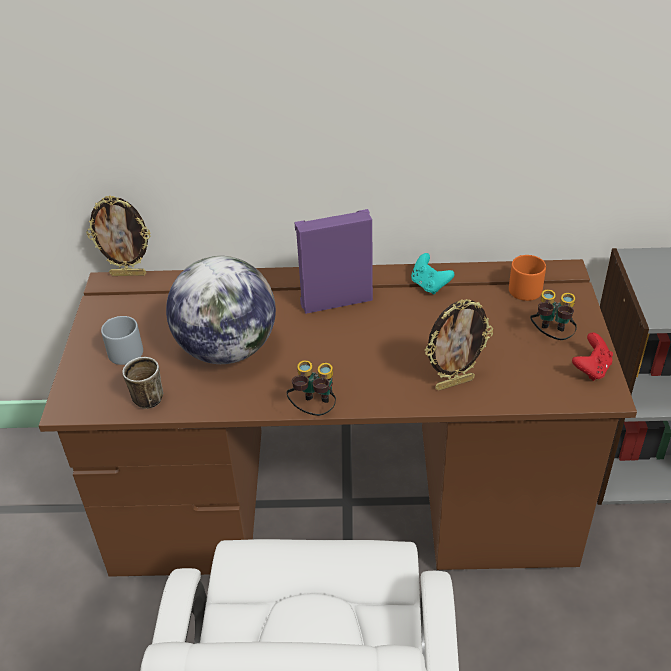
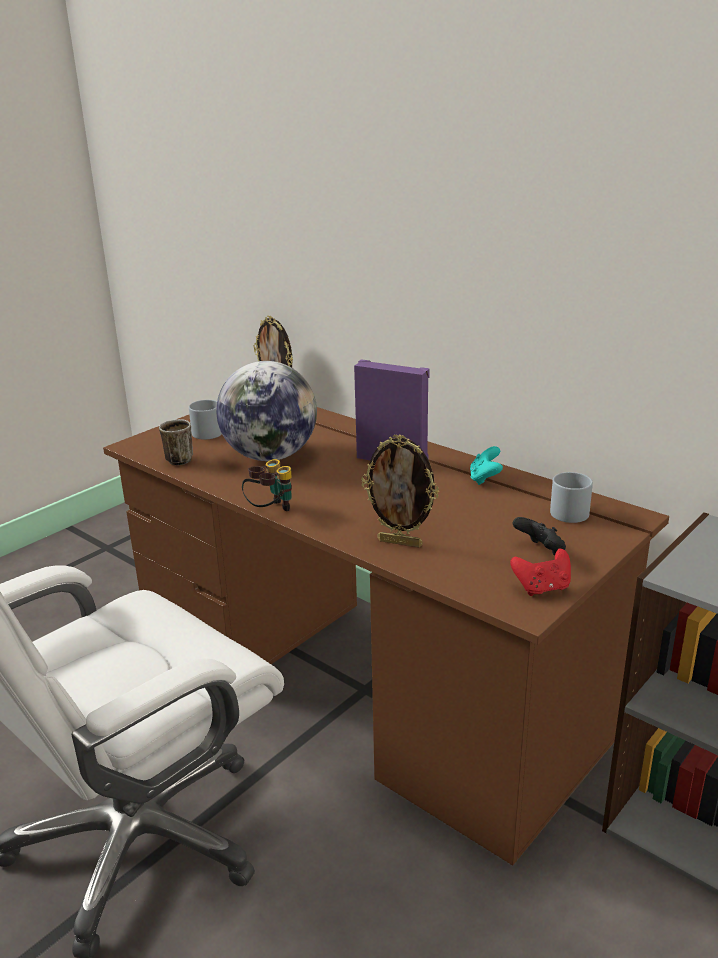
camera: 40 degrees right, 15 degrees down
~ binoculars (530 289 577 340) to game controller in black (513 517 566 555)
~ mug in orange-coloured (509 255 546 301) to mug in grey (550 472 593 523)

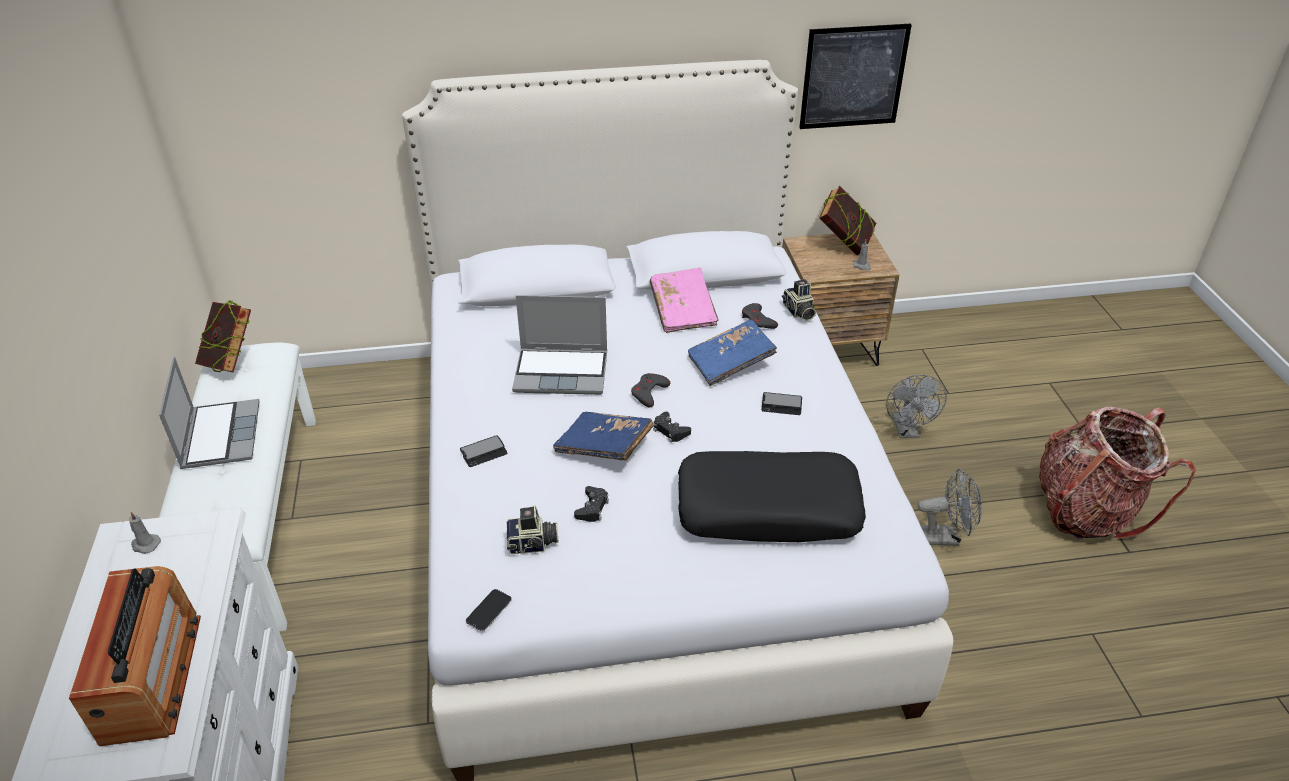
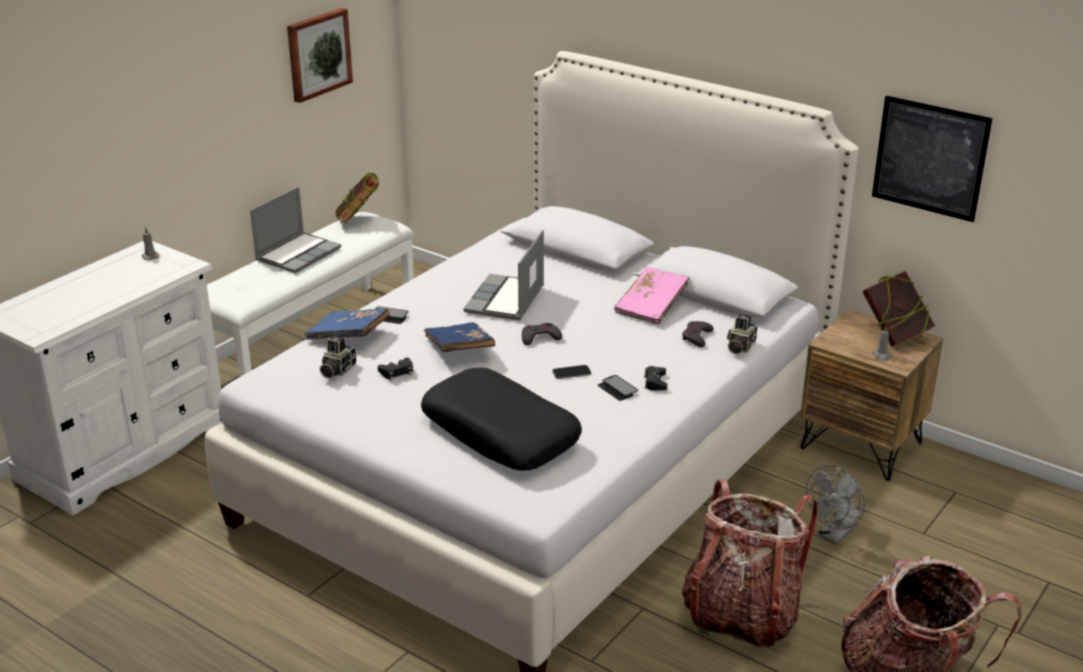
camera: 45 degrees right, 10 degrees down
- radio (69 566 201 746)
+ wall art (287 8 353 103)
~ telephone (466 589 512 631) to (552 365 591 379)
~ game controller in black (653 412 691 443) to (644 366 667 390)
~ book in blue (688 320 777 386) to (305 308 390 339)
~ cooling fan in grey (918 469 982 546) to knapsack (682 479 818 648)
~ photo camera (507 505 558 554) = (320 335 356 378) 75 degrees clockwise
~ portable computer (512 295 607 395) = (463 230 544 321) 60 degrees clockwise

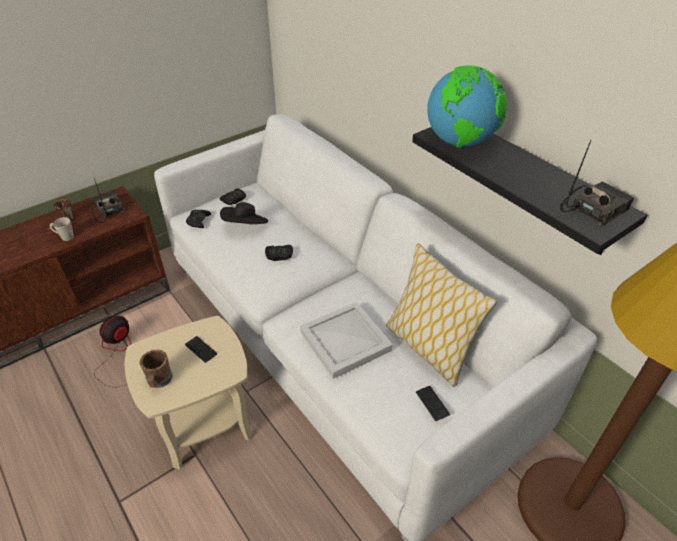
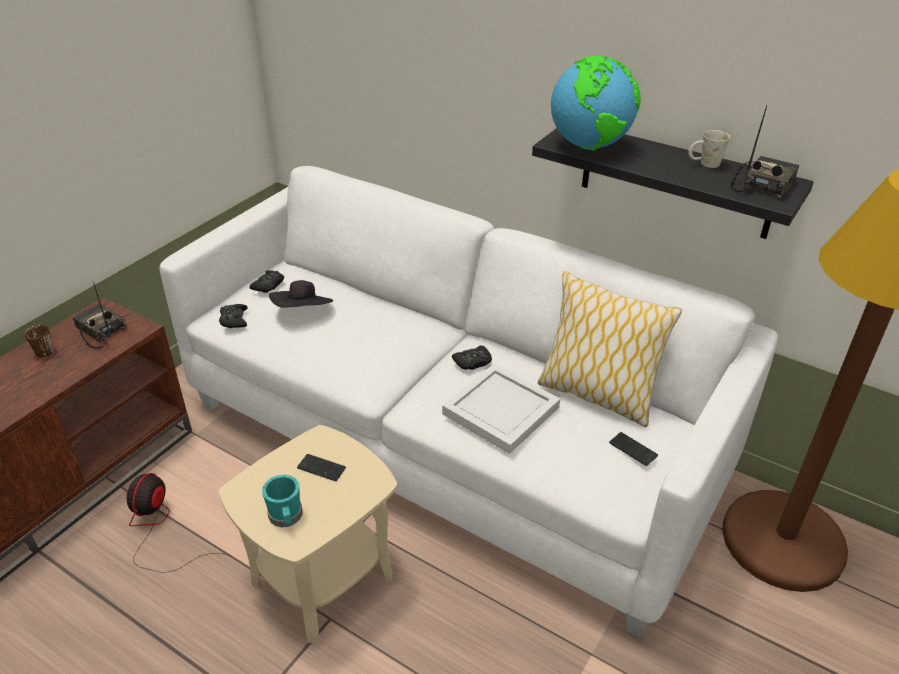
camera: 20 degrees left, 5 degrees down
~ mug in whitish (50 217 74 241) to (688 130 730 168)
~ game controller in black (265 245 293 261) to (452 346 492 370)
~ mug in brown-coloured (140 349 172 388) to mug in turquoise-coloured (262 475 302 527)

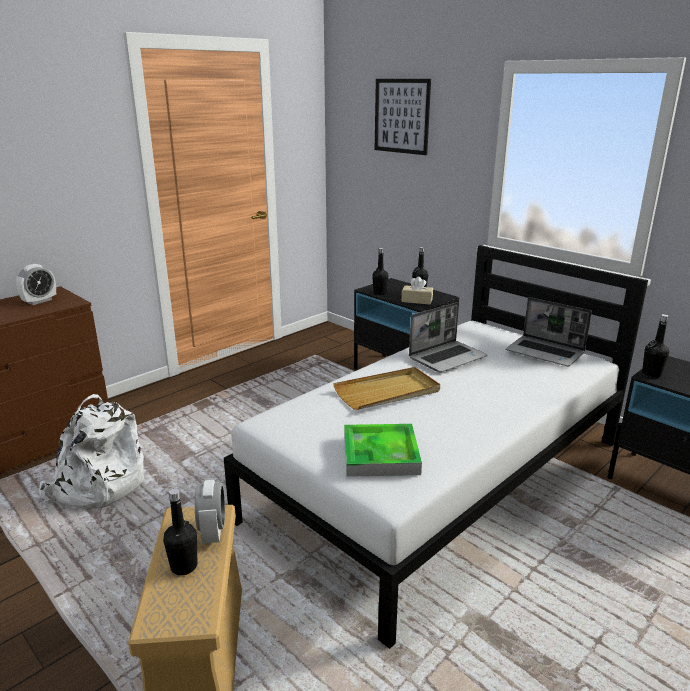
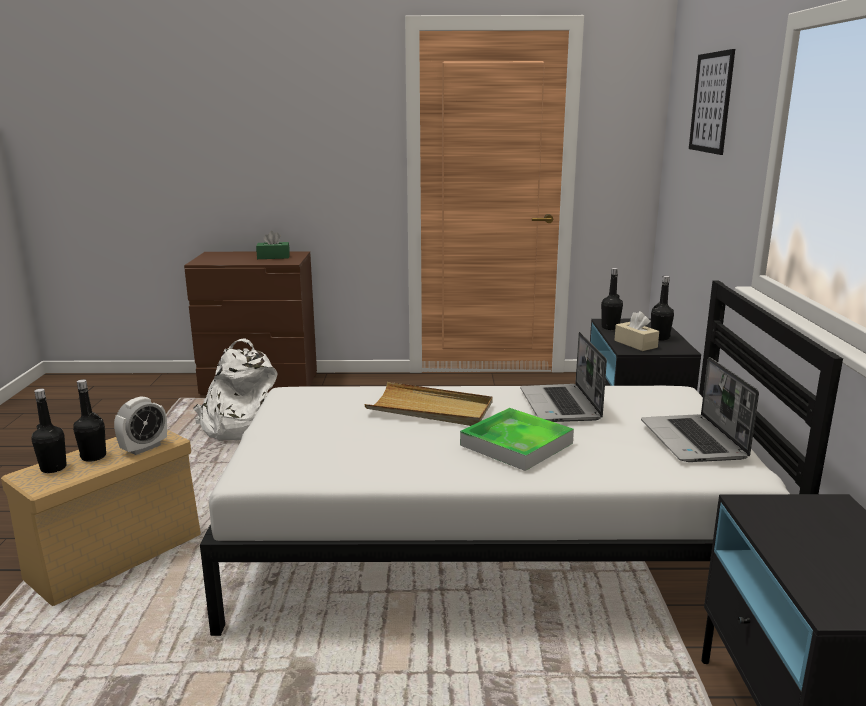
camera: 45 degrees right, 5 degrees down
~ carrying tray (344 424 422 477) to (460 408 574 471)
~ beverage bottle in black (642 314 669 378) to (32 389 67 473)
~ alarm clock (16 264 56 305) to tissue box in green-coloured (256 231 290 259)
~ portable computer (409 302 487 372) = (520 332 607 422) 75 degrees clockwise

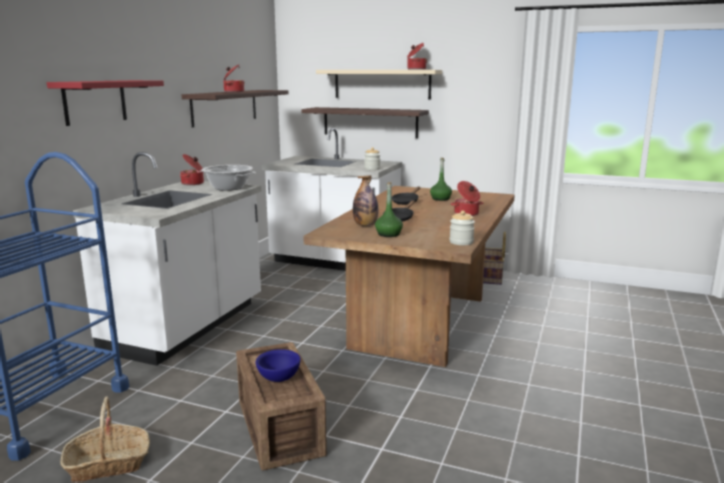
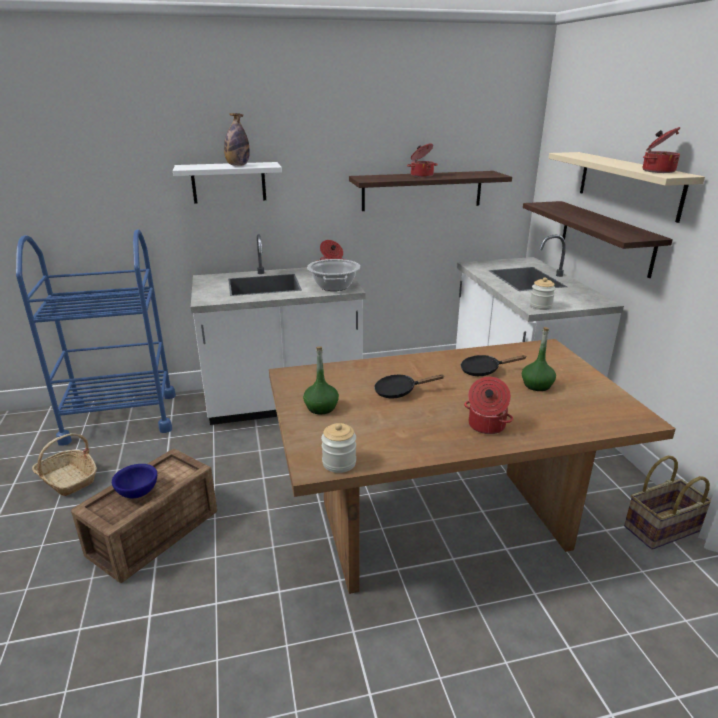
camera: 55 degrees right, 10 degrees up
~ beverage bottle (353 175 378 226) to (224 113 250 166)
~ wall shelf in reddish (47 80 164 126) to wall shelf in whitish (173 162 282 204)

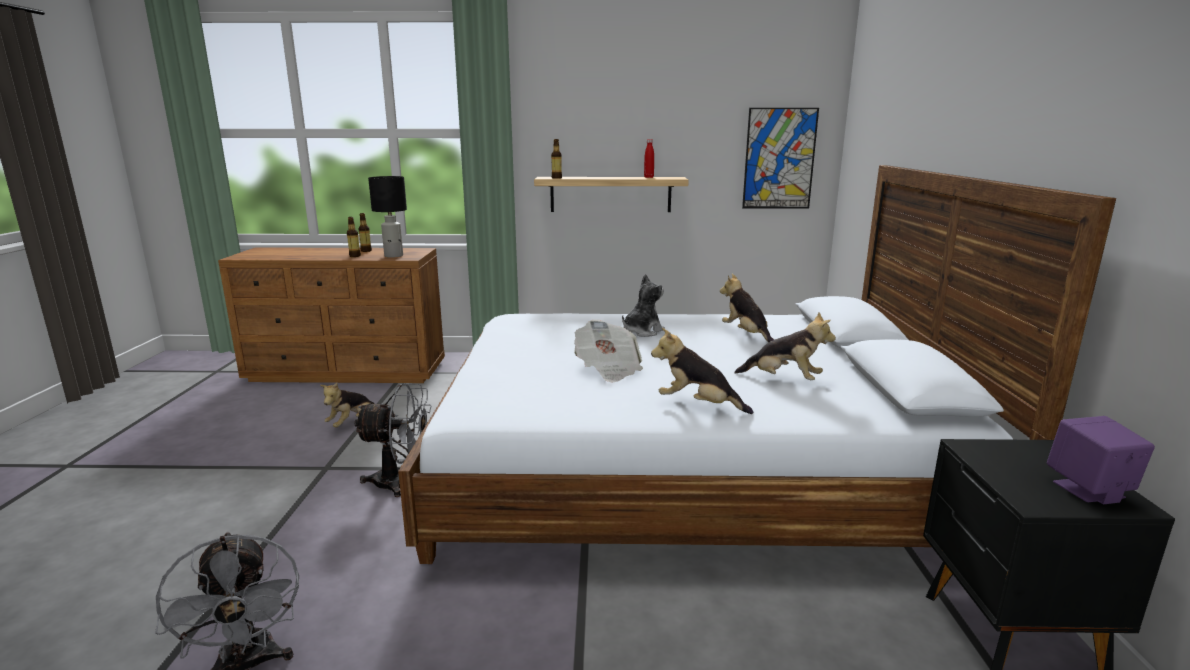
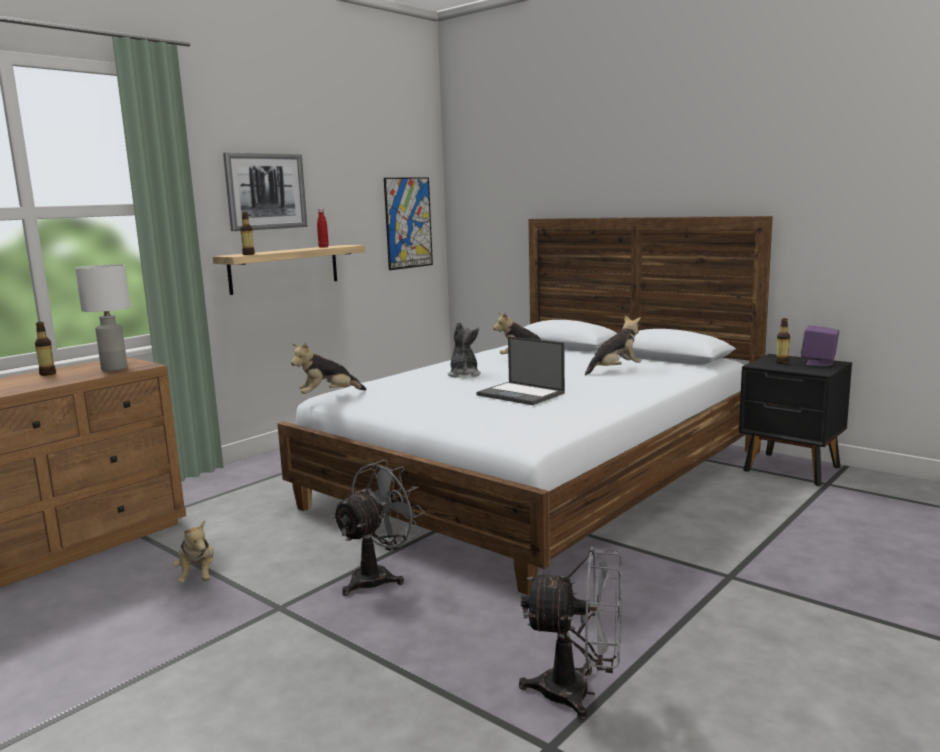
camera: 50 degrees left, 5 degrees down
+ wall art (223 153 307 231)
~ beverage bottle (347 217 361 257) to (775 318 790 364)
~ cuddly toy (651 328 753 414) to (291 343 367 394)
~ daily paper (574 320 643 383) to portable computer (477 336 565 405)
~ tabletop lamp in black (368 176 407 258) to tabletop lamp in whitish (75 264 130 371)

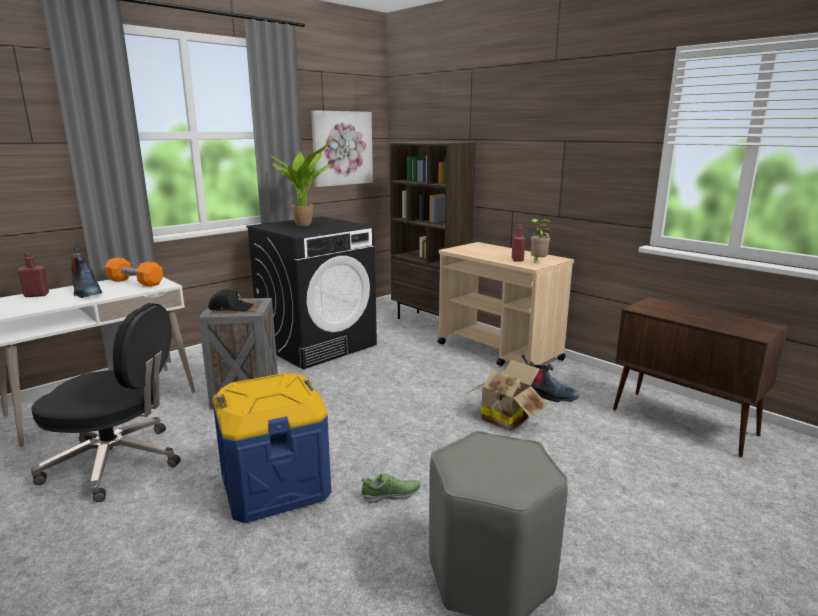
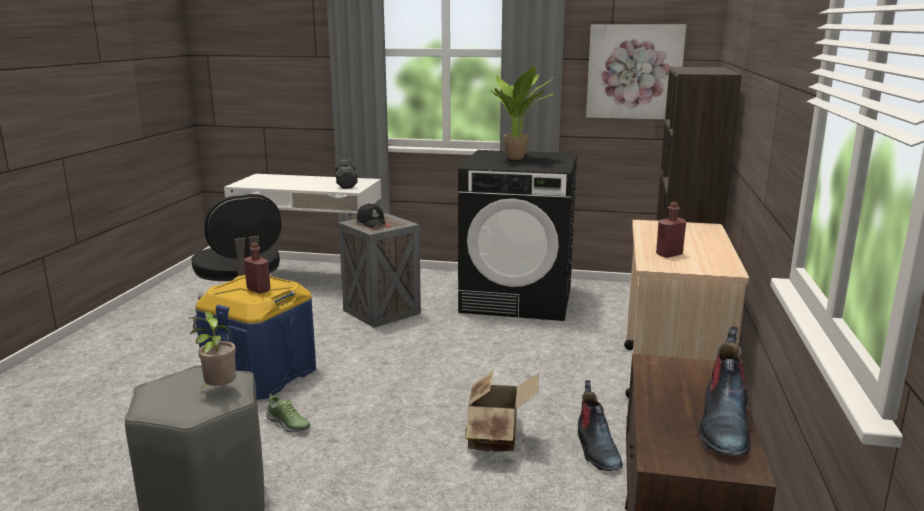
camera: 55 degrees right, 0 degrees up
~ beverage bottle in reddish (17 253 49 297) to (244 242 271 294)
~ high-top boot (71 245 102 298) to (698 327 750 456)
~ potted plant (531 219 551 264) to (190 311 236 388)
~ hand weight in orange-coloured (104 257 163 287) to hand weight in black (335 159 357 189)

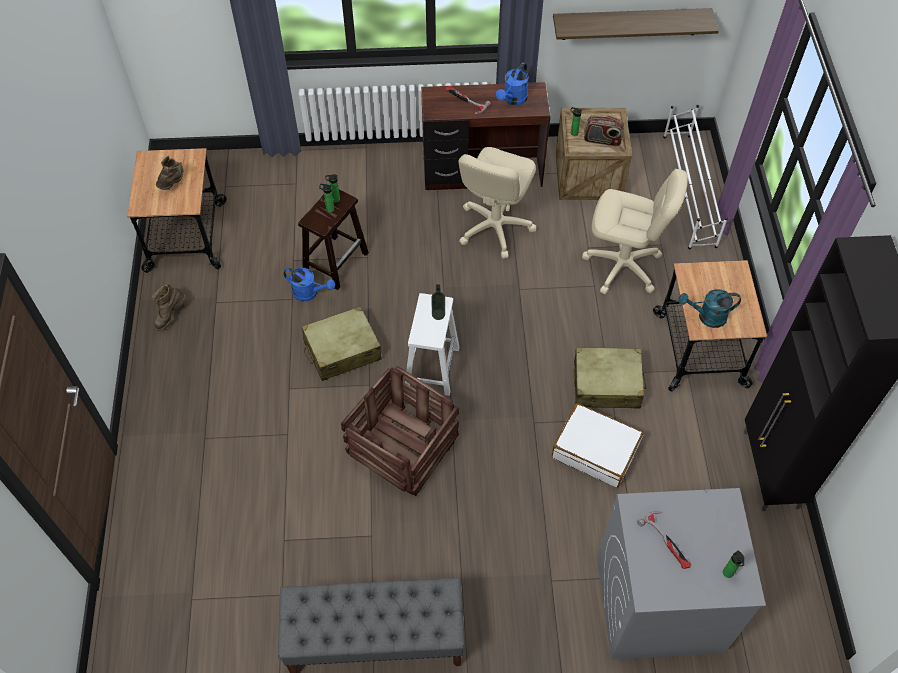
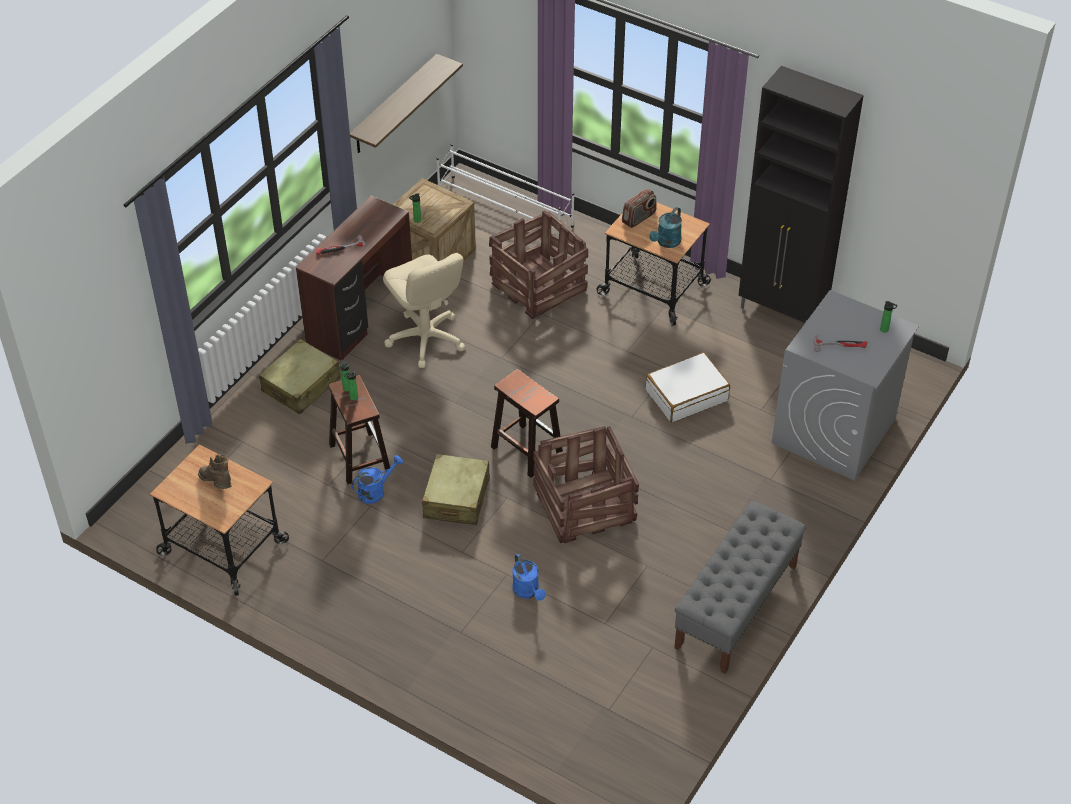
camera: 55 degrees left, 10 degrees down
- high-top boot in brown-coloured (152 284 186 331)
- beverage bottle (431 284 445 320)
~ watering can in blue (496 63 529 105) to (512 553 546 601)
~ suitcase in sand-coloured (574 347 646 409) to (259 339 341 414)
~ radio (584 115 624 146) to (622 189 657 228)
~ office chair in sand-coloured (582 169 688 294) to shipping crate (489 210 588 319)
~ sitting stool in whitish (405 293 459 396) to sitting stool in brown-coloured (491 369 563 478)

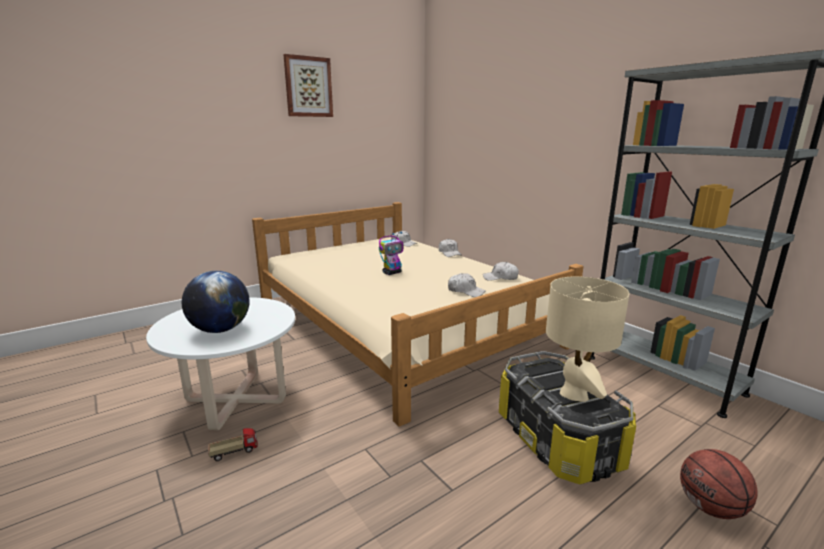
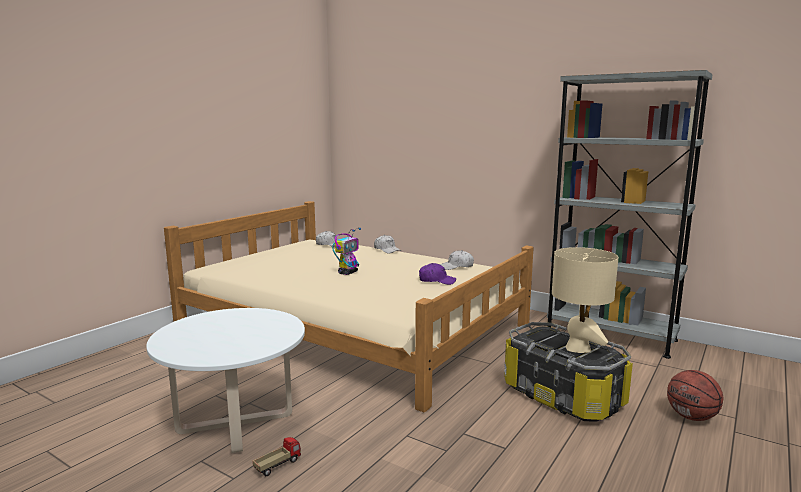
camera: 20 degrees left, 5 degrees down
- desk globe (182 271 250 333)
- wall art (283 54 333 117)
~ peaked cap in whitish (448 273 485 297) to peaked cap in purple-coloured (419 263 456 285)

